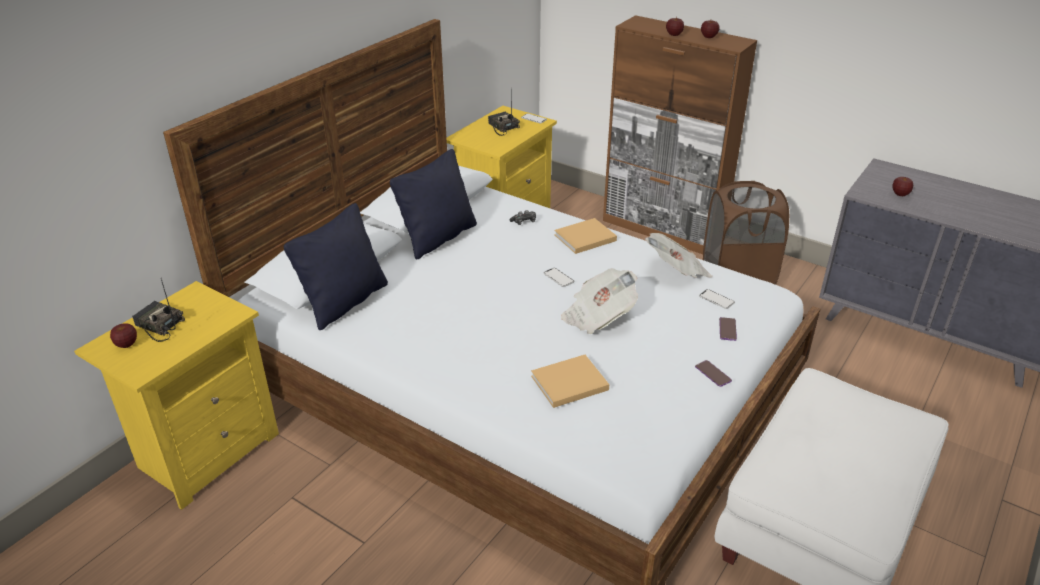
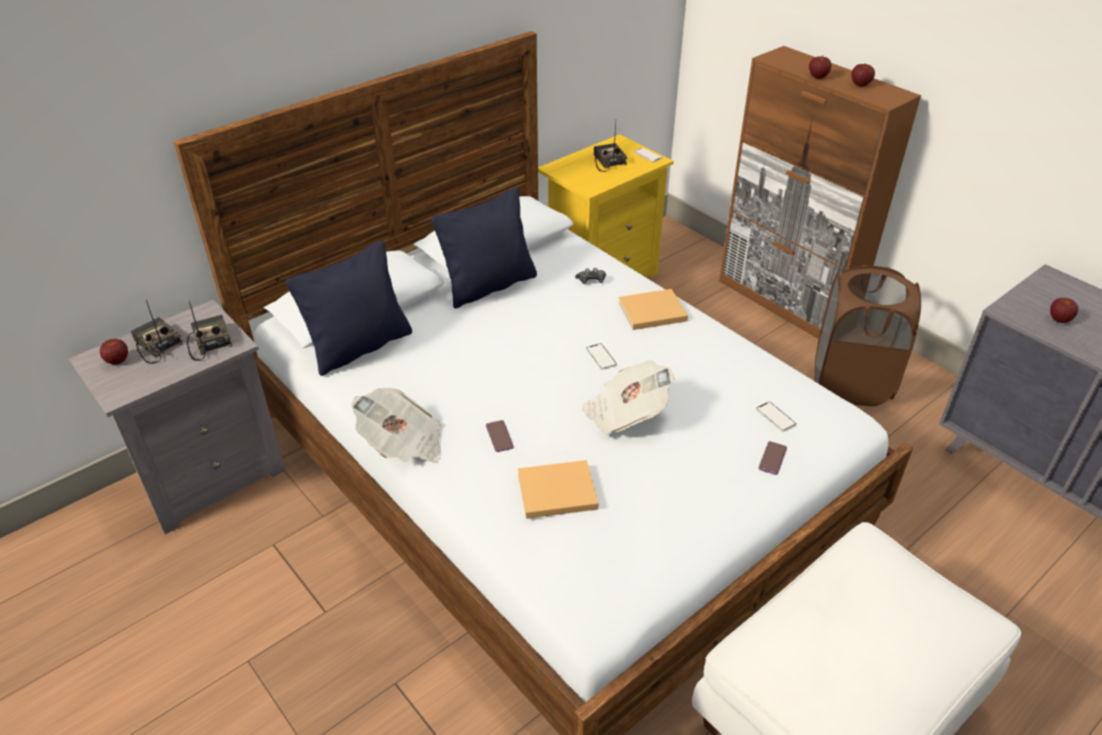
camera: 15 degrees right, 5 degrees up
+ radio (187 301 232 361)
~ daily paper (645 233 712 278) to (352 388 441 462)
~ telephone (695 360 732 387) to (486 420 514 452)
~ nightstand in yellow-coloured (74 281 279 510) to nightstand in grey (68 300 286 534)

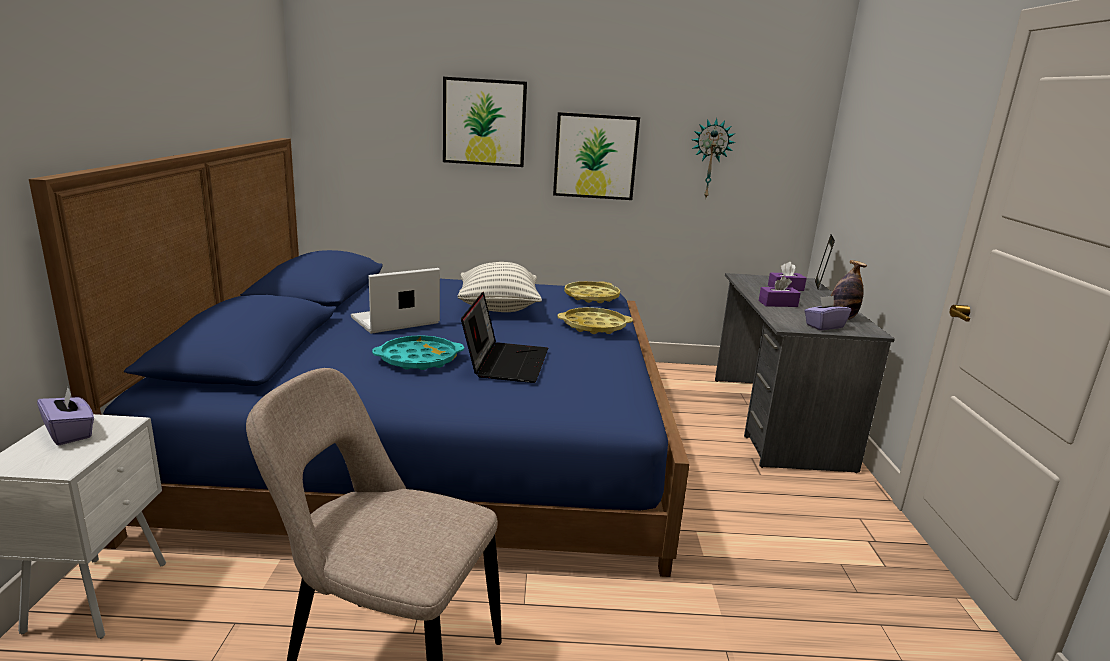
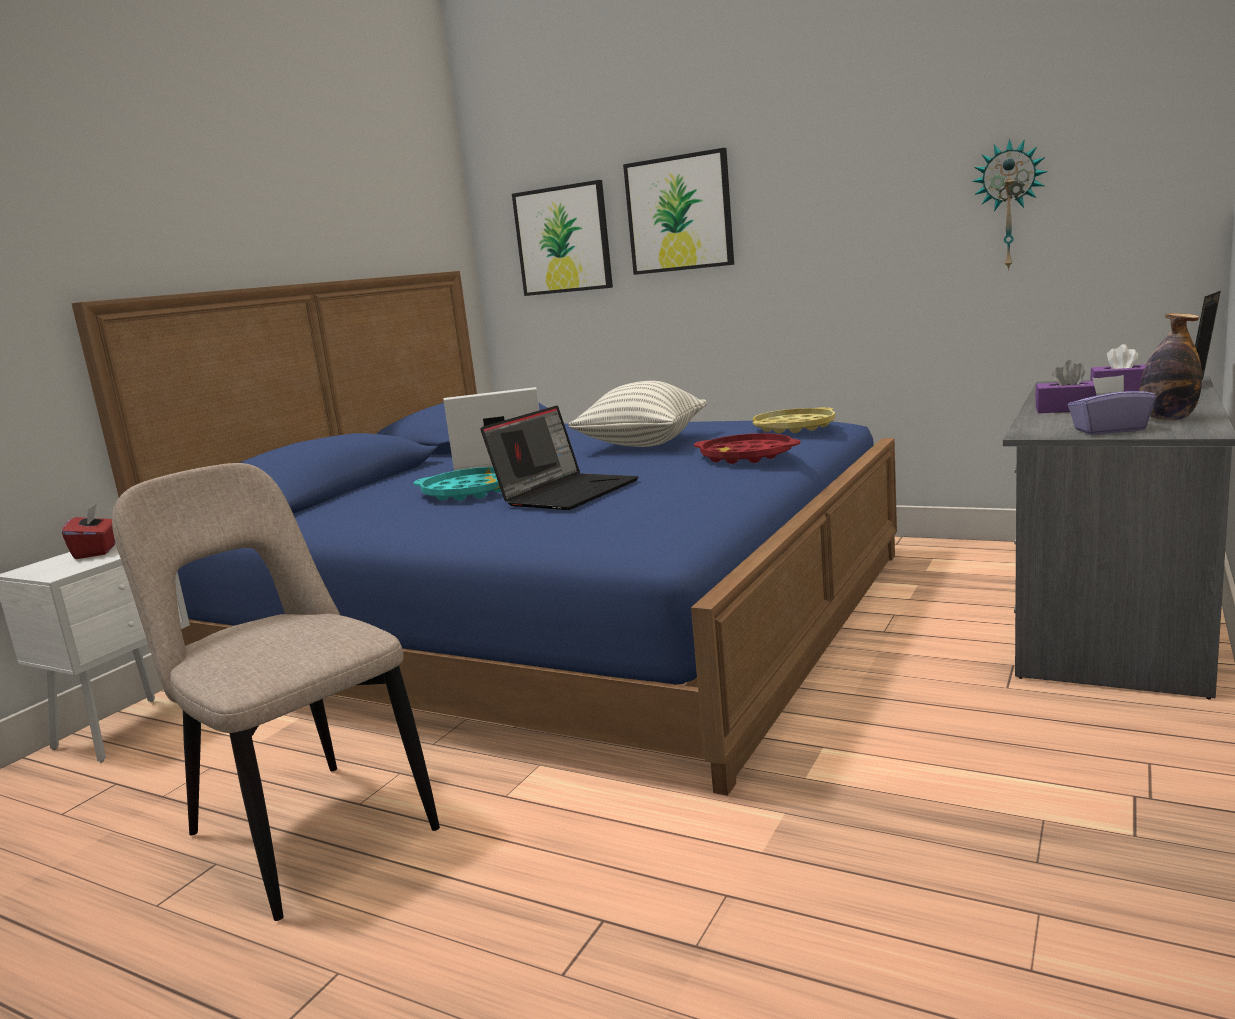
camera: 30 degrees right, 5 degrees down
~ wall art (553 112 640 200) to (512 180 613 296)
~ tissue box in purple-coloured (37 387 94 446) to tissue box in reddish (62 504 115 559)
~ carrying tray in yellow-coloured (558 307 633 334) to carrying tray in reddish (694 433 800 464)

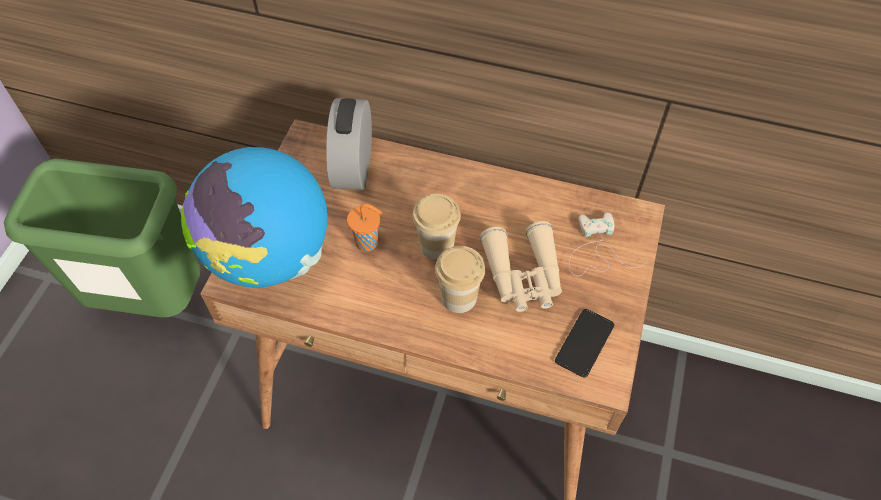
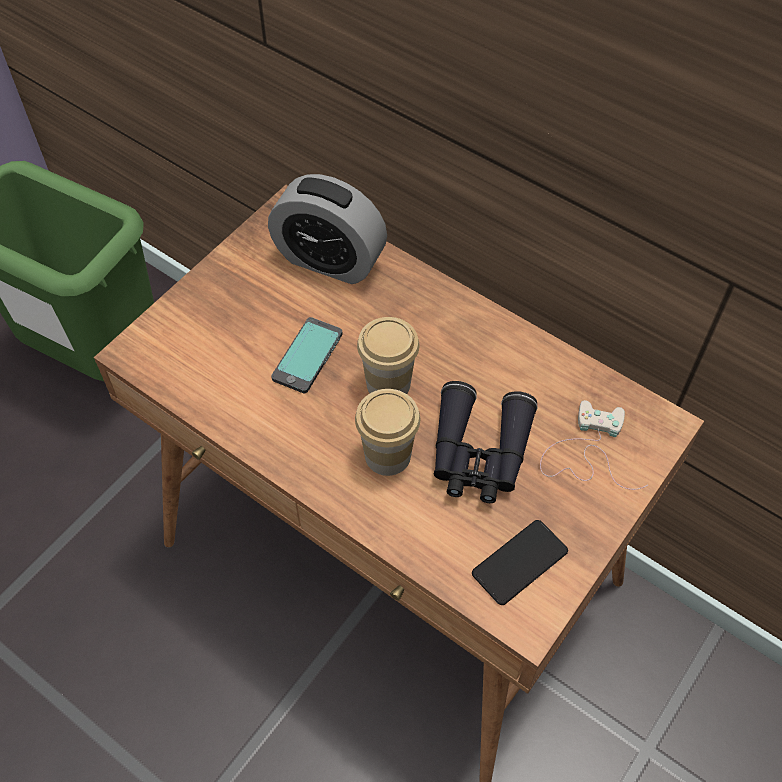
camera: 20 degrees right, 0 degrees up
- desk globe (181 147 328 287)
~ drinking cup in orange-coloured (347 203 383 252) to telephone (271 317 343 393)
~ binoculars in sand-coloured (480 221 562 312) to binoculars in black (434 381 538 503)
~ alarm clock (326 98 372 190) = (268 174 387 284) 90 degrees counterclockwise

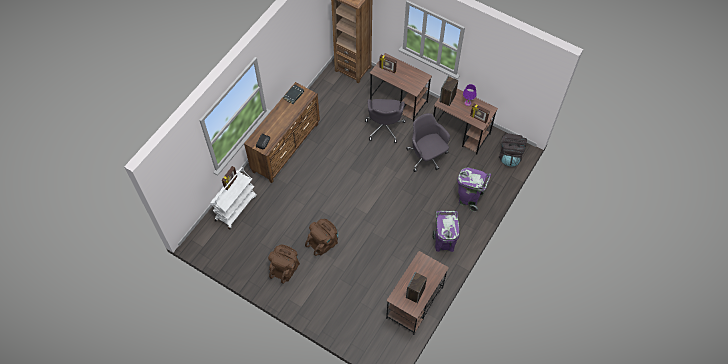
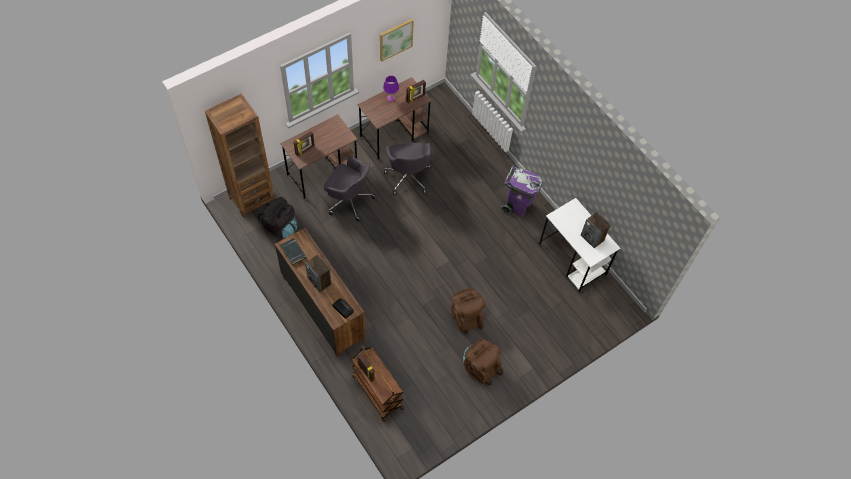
camera: 70 degrees left, 0 degrees up
- rubbish bin in purple-coloured (457 167 491 212)
+ wall art (380 19 414 62)
~ speaker (439 76 458 106) to (305 255 332 292)
~ knapsack in black (499 133 527 167) to (258 197 297 238)
~ trolley in whitish (210 167 257 230) to trolley in brown-coloured (351 346 404 422)
~ desk unit in brown-coloured (386 251 449 335) to desk unit in whitish (539 198 620 292)
~ office chair in grey (406 113 450 172) = (384 143 431 195) 90 degrees counterclockwise

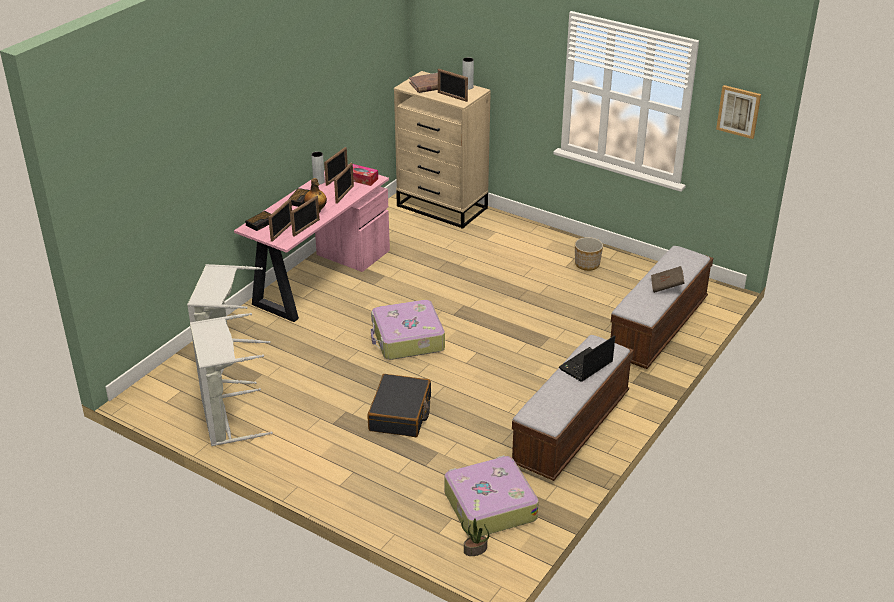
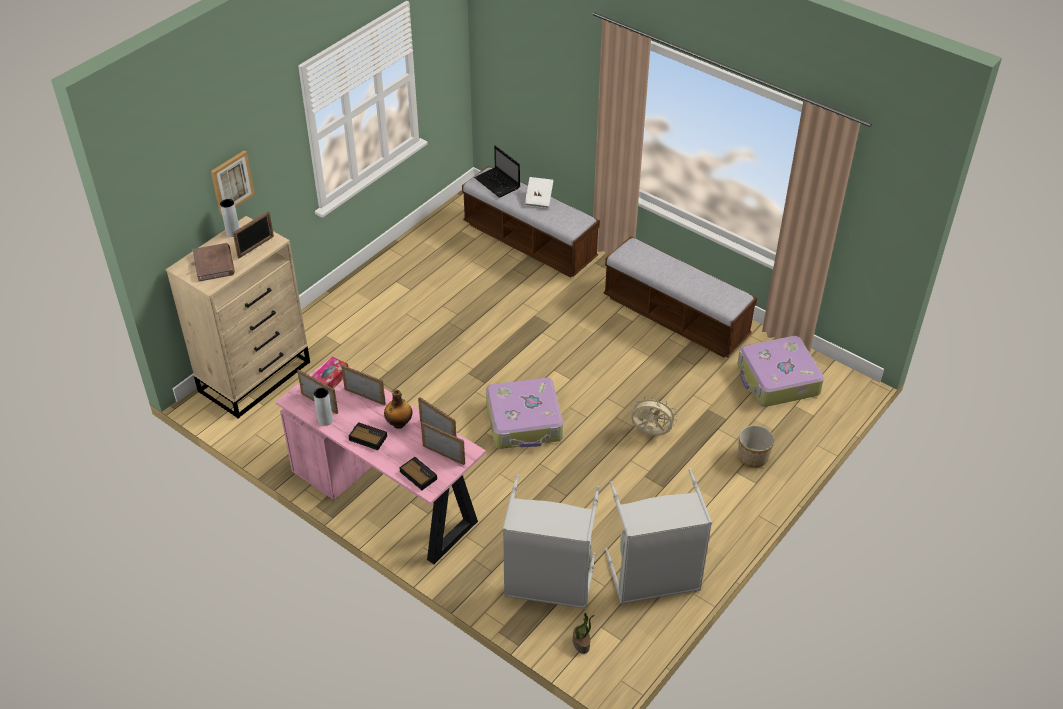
camera: 85 degrees left, 10 degrees up
~ potted plant (461 518 490 556) to (573 613 594 654)
~ portable computer (559 335 615 382) to (474 146 520 197)
~ flower pot (575 237 603 271) to (738 425 774 468)
~ wall art (716 85 761 139) to (211 150 255 215)
~ suitcase in black (367 374 431 437) to cooling fan in sand-coloured (630 396 678 436)
~ book in brown-coloured (651 266 685 293) to book in whitish (525 177 553 208)

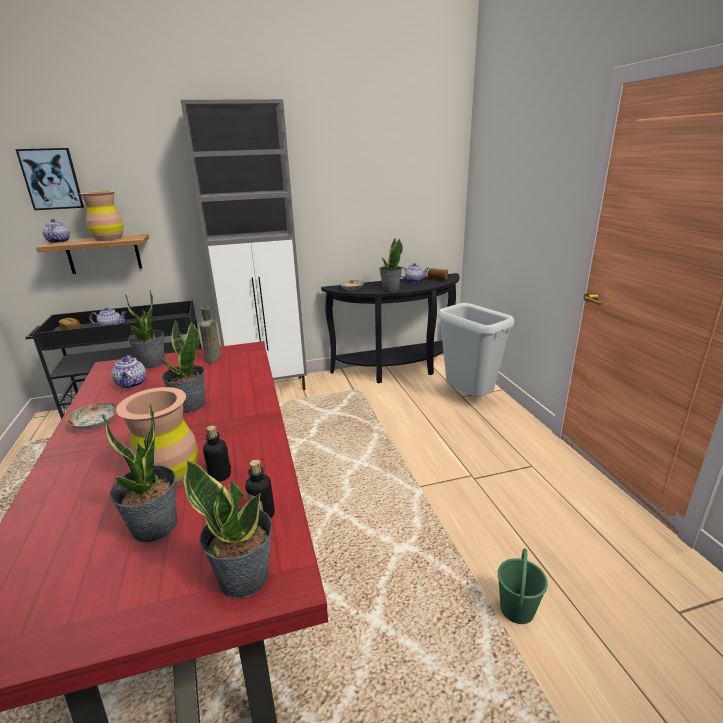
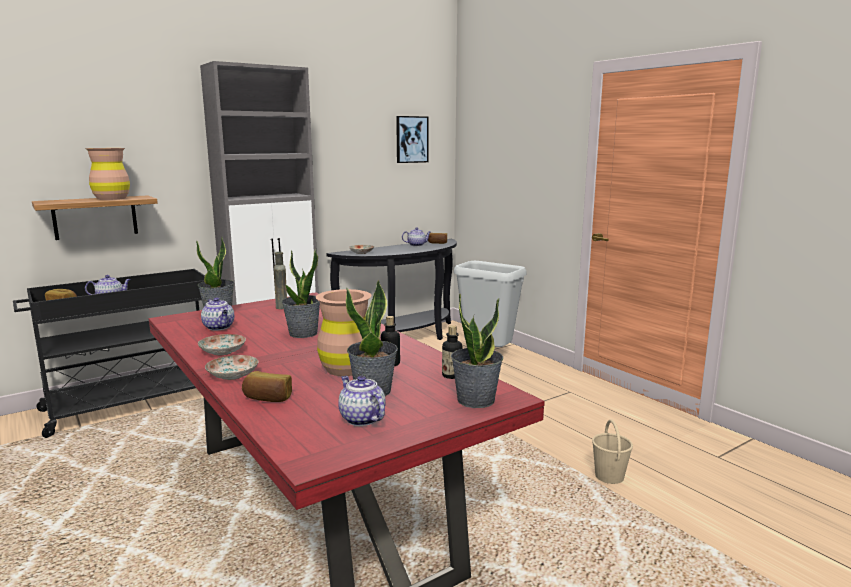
camera: 20 degrees left, 10 degrees down
- potted plant (379 238 403 291)
+ plate (205 355 258 380)
+ baked bread (242 371 292 402)
~ wall art (15 148 84 210) to (396 116 428 163)
~ pot for tea (42 219 70 243) to (338 376 386 426)
~ bucket in green-coloured (498 548 548 624) to bucket in sand-coloured (592 419 633 484)

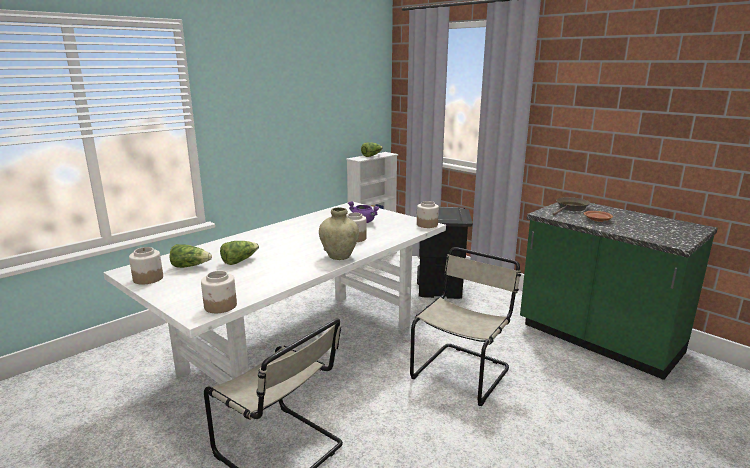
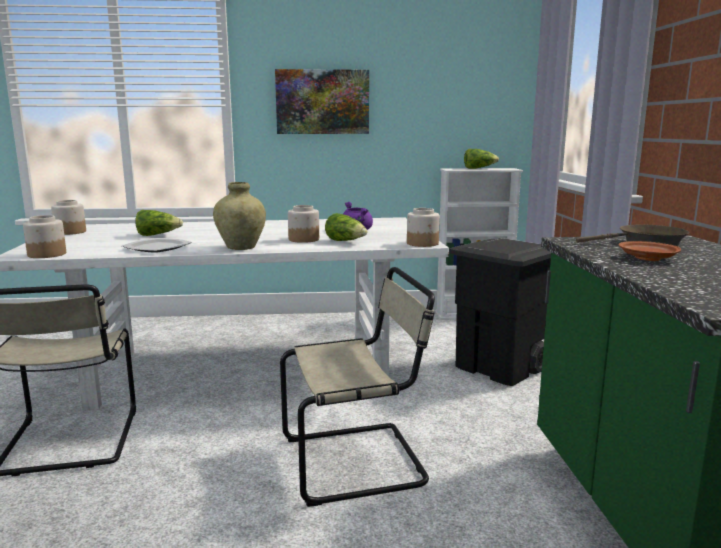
camera: 40 degrees right, 5 degrees down
+ plate (122 238 192 253)
+ wall art (275 69 369 134)
~ lettuce (170 244 212 268) to (325 213 367 241)

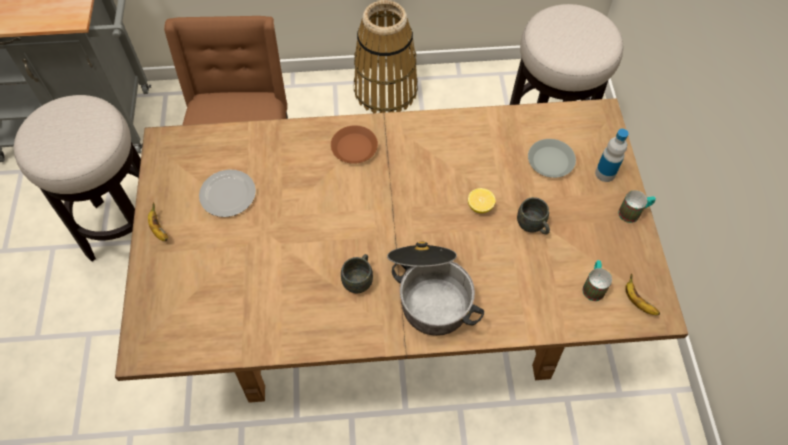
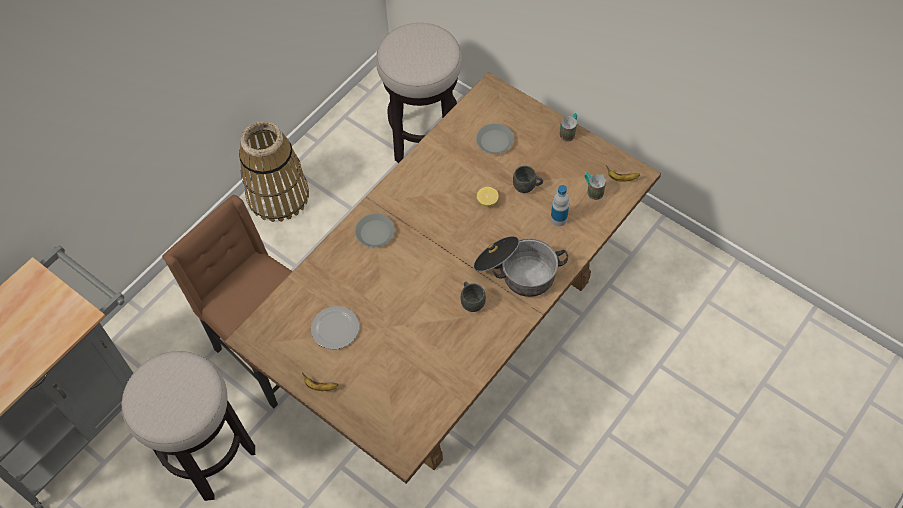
camera: 45 degrees left, 0 degrees up
~ beverage bottle (595 129 629 182) to (551 185 569 226)
~ plate in brown-coloured (331 125 378 164) to plate in grey (355 214 395 247)

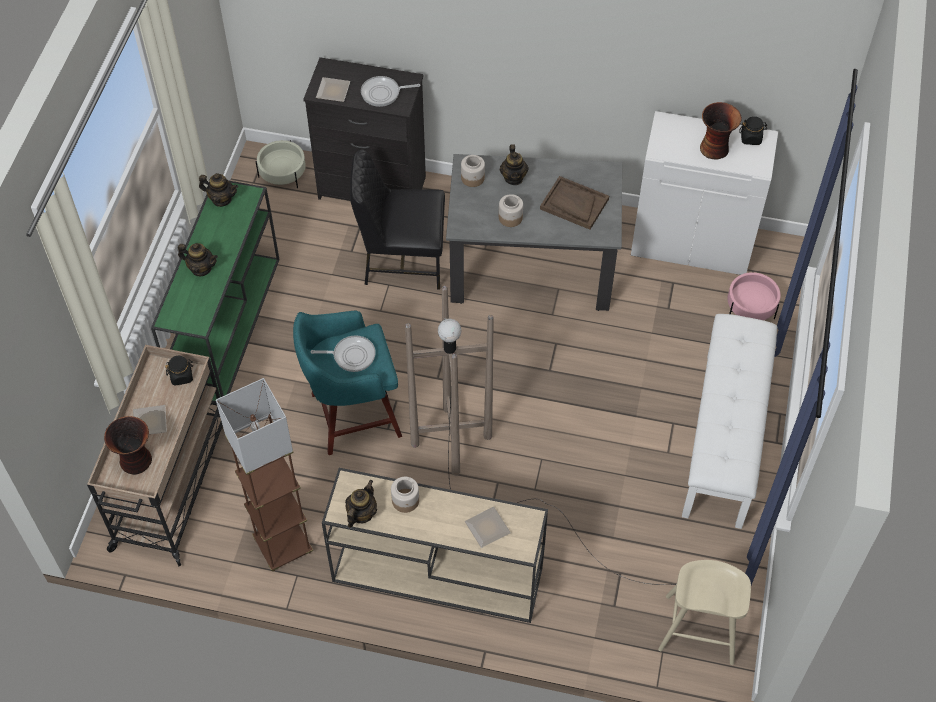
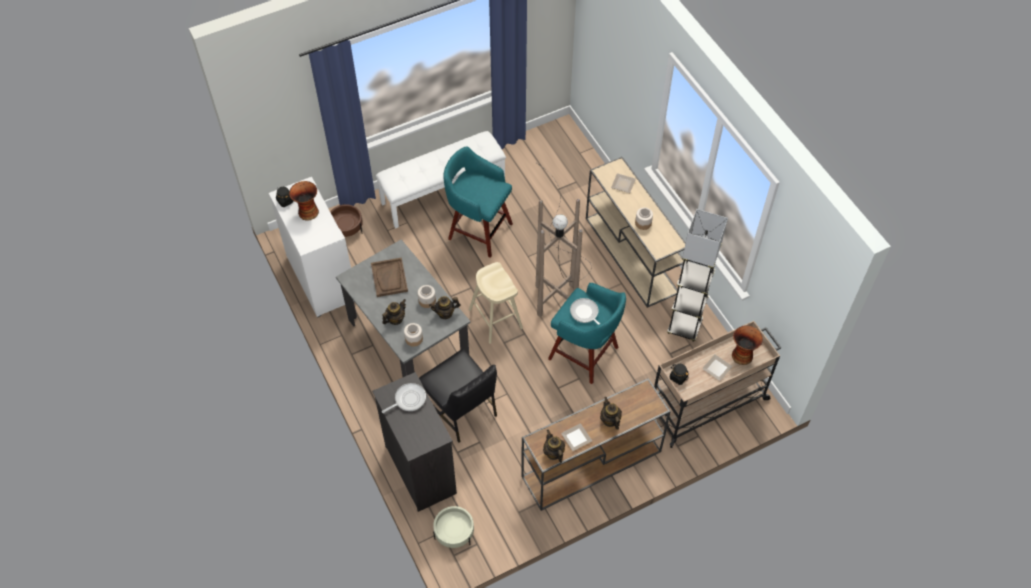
camera: 130 degrees left, 0 degrees up
+ sitting stool in turquoise-coloured (443 146 513 258)
~ plate (316 77 350 102) to (561 423 592 451)
~ pot for tea (345 480 377 527) to (429 296 461 319)
~ sitting stool in sand-coloured (658 560 751 665) to (469 262 523 344)
~ console table in green-coloured (151 180 280 401) to console table in brown-coloured (521 378 671 511)
~ standard lamp in brown-coloured (216 378 313 571) to standard lamp in grey (667 209 728 342)
~ flower pot in pink-coloured (727 271 781 320) to flower pot in brown-coloured (330 204 363 237)
~ skillet (361 76 420 107) = (382 383 426 413) 75 degrees counterclockwise

